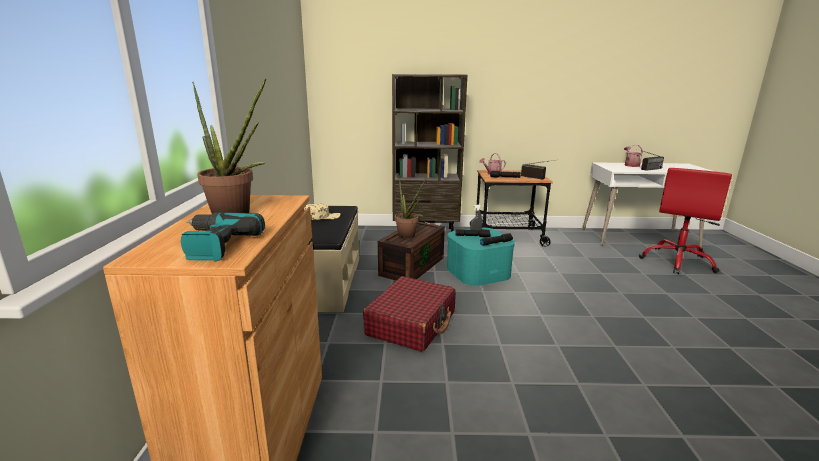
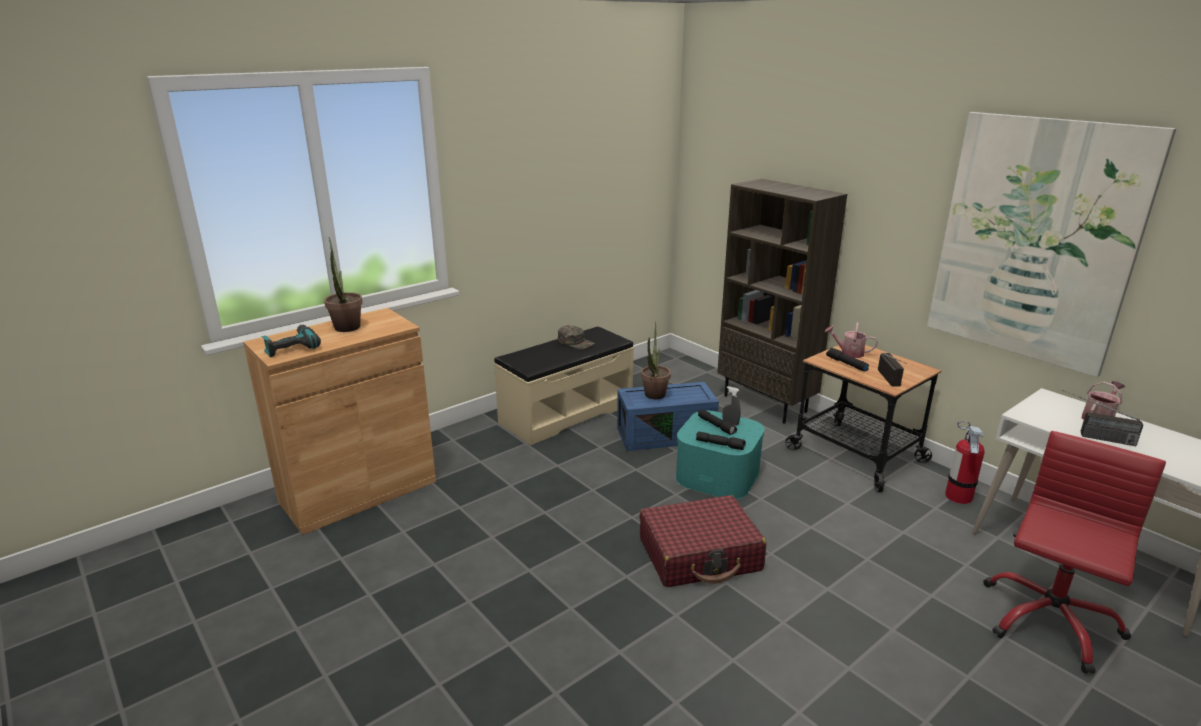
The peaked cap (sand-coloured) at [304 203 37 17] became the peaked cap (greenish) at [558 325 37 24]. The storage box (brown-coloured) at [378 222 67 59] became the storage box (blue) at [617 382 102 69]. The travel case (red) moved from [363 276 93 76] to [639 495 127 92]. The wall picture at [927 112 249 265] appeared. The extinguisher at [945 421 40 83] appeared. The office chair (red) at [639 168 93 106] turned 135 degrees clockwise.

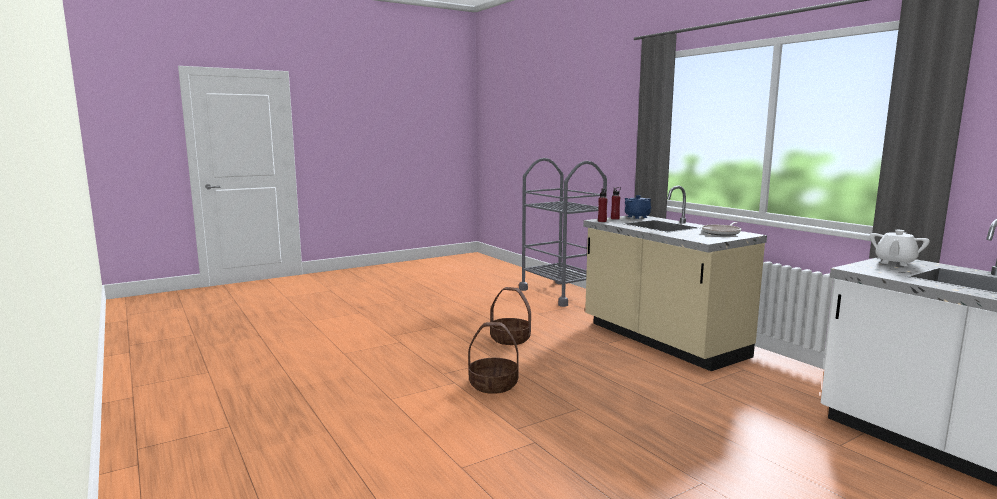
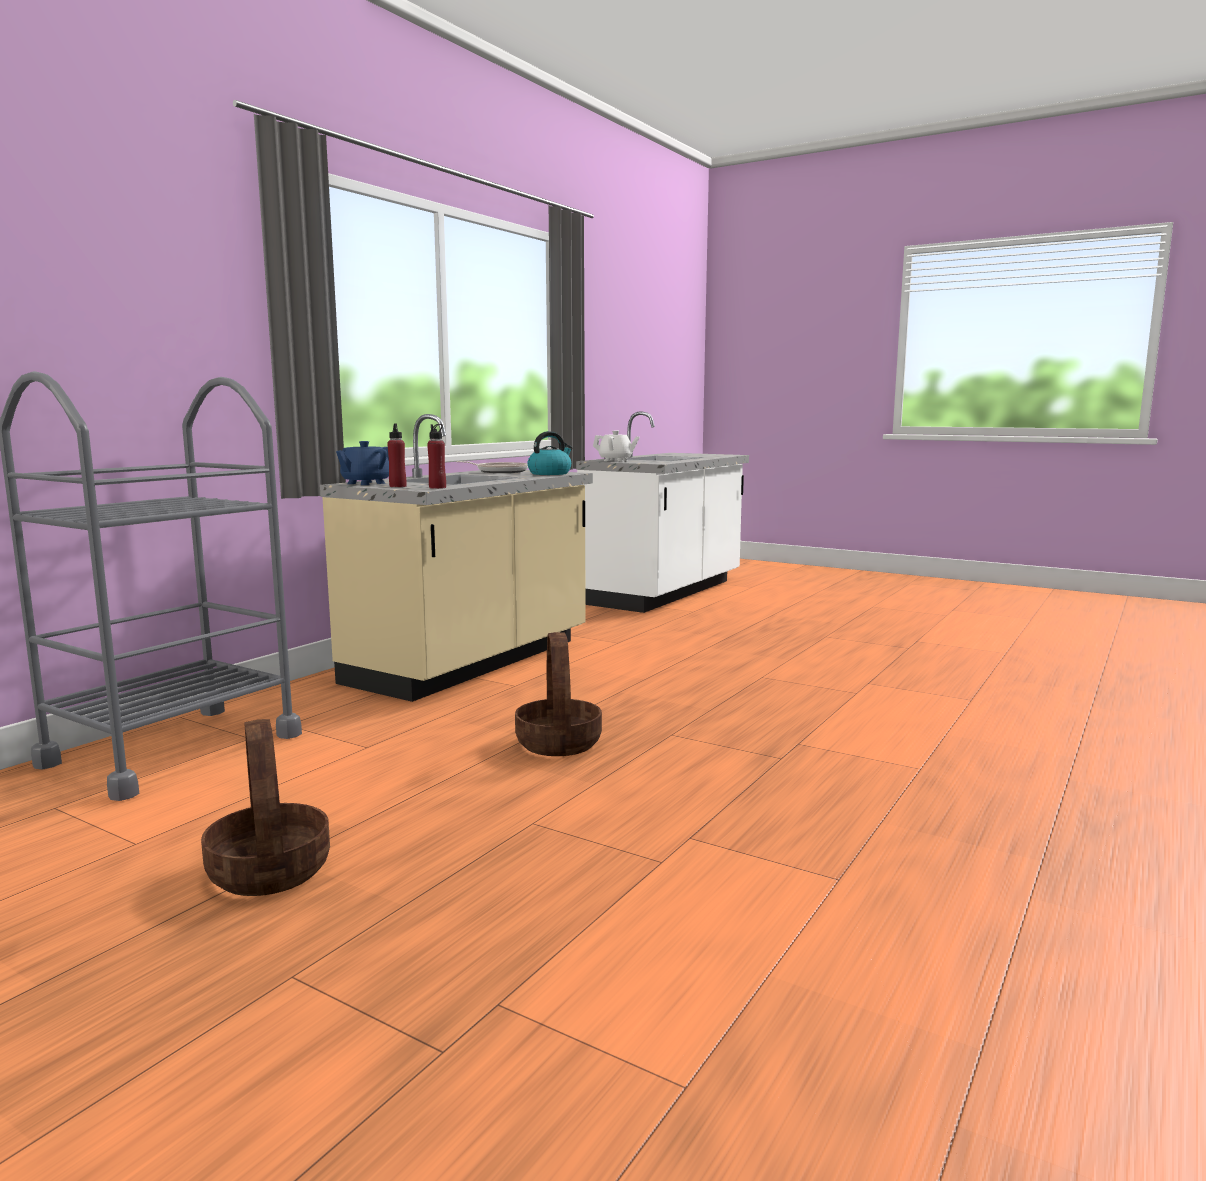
The household basket moved from [468 322 50 72] to [201 719 129 177]. The water kettle at [527 431 46 44] appeared.

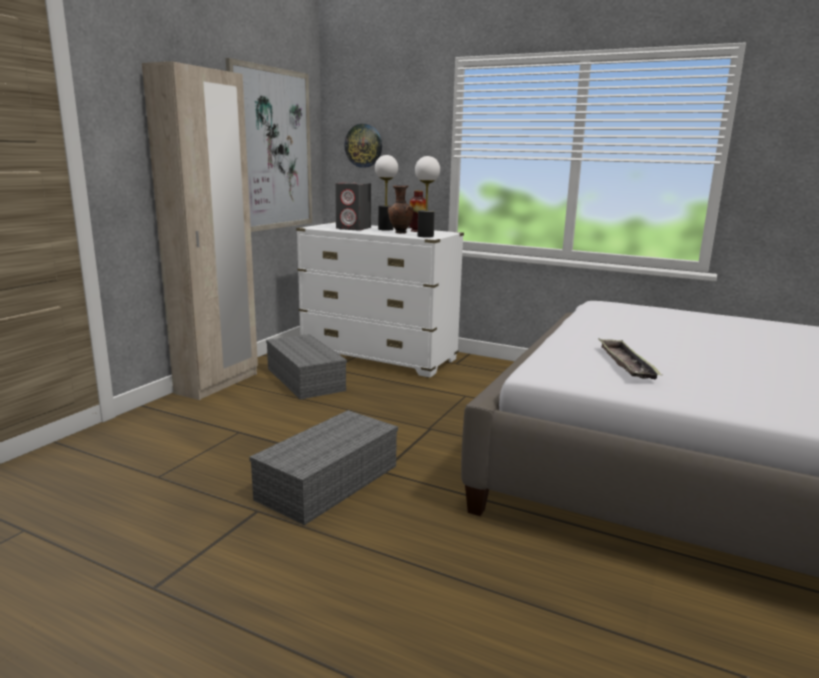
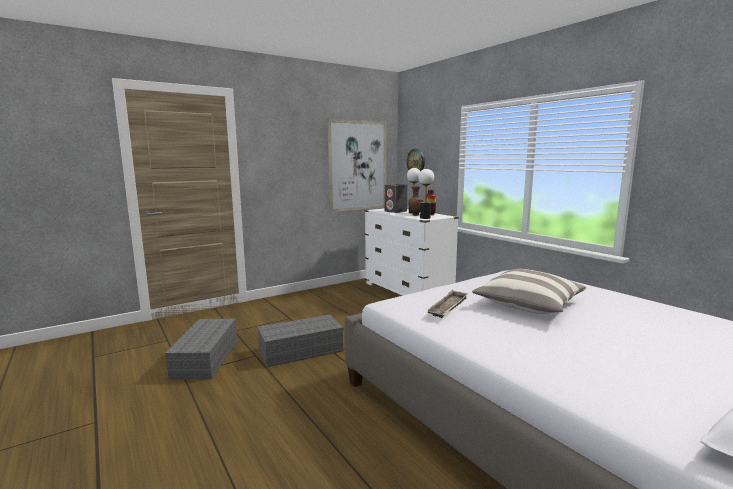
The storage box (grey) moved from [266 334 81 65] to [165 319 72 61]. The cushion at [472 269 115 45] appeared. The armoire (sand-coloured) at [142 61 116 339] disappeared.

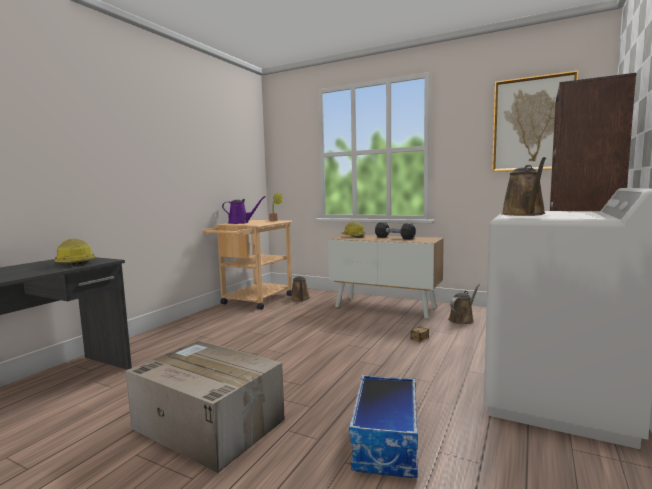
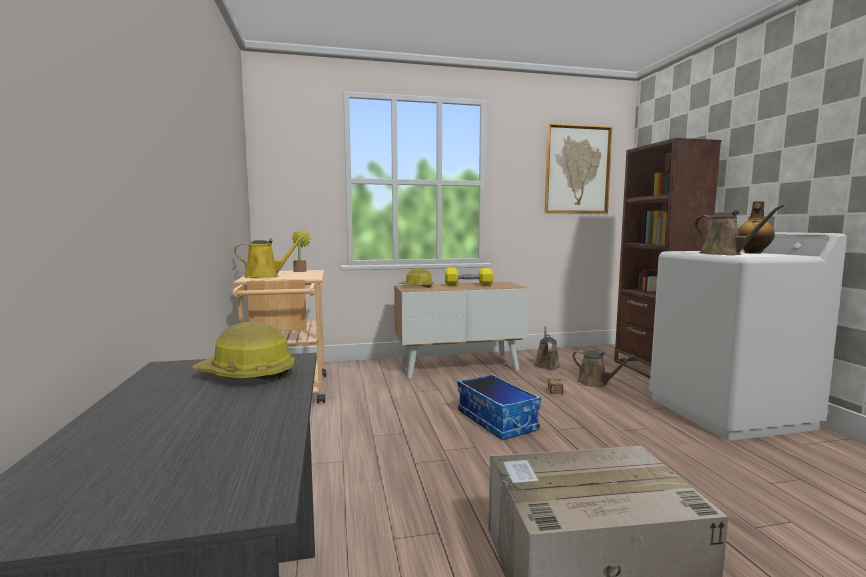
The sprinkling can (purple) at [222 196 44 28] became the sprinkling can (yellowish) at [234 235 71 43]. The dumbbell (black-coloured) at [375 222 41 18] became the dumbbell (yellowish) at [445 268 48 18]. The storage box moved from [349 375 69 103] to [457 374 84 66]. The sprinkling can (brown-coloured) moved from [291 276 19 25] to [572 350 64 37]. The bottle at [738 201 37 53] appeared.

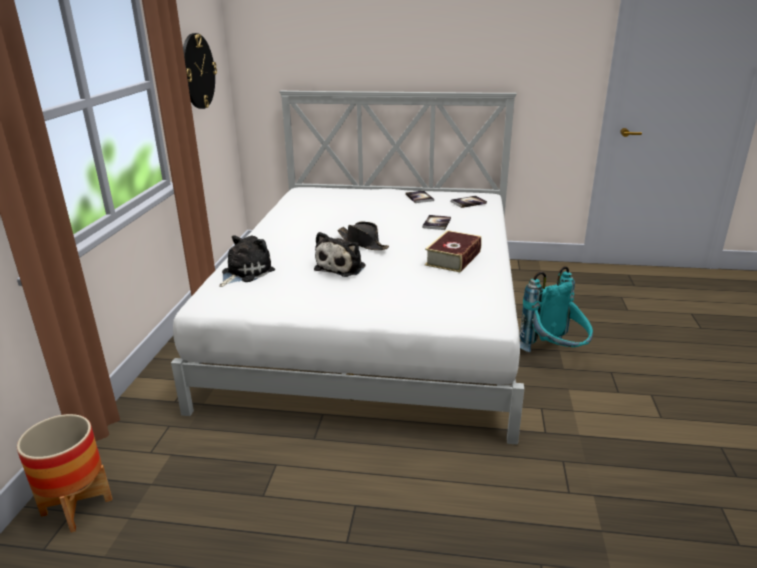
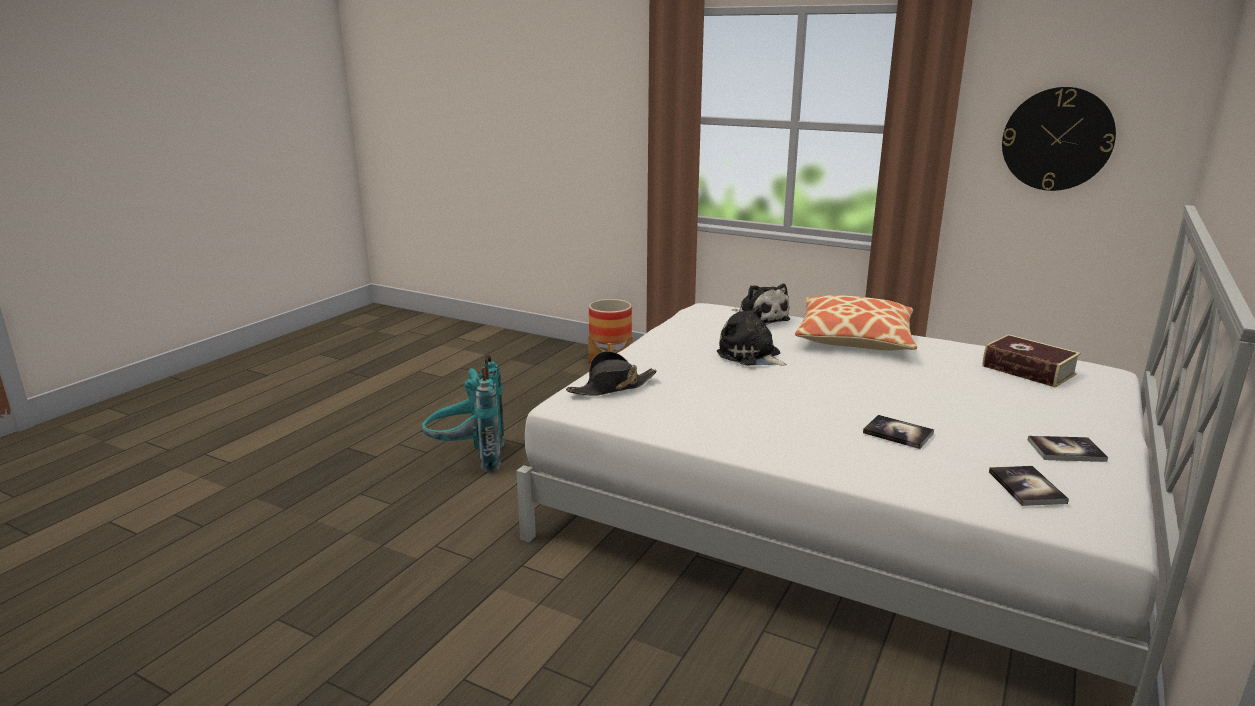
The rucksack (blue-green) moved from [520 266 73 86] to [421 355 84 118]. The clothing hat (black-coloured) moved from [337 221 52 29] to [566 351 91 45]. The cushion at [795 295 122 56] appeared. The volume moved from [425 230 57 42] to [982 334 99 54].

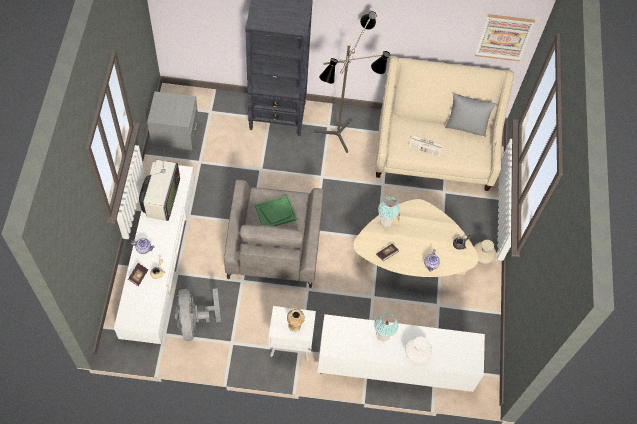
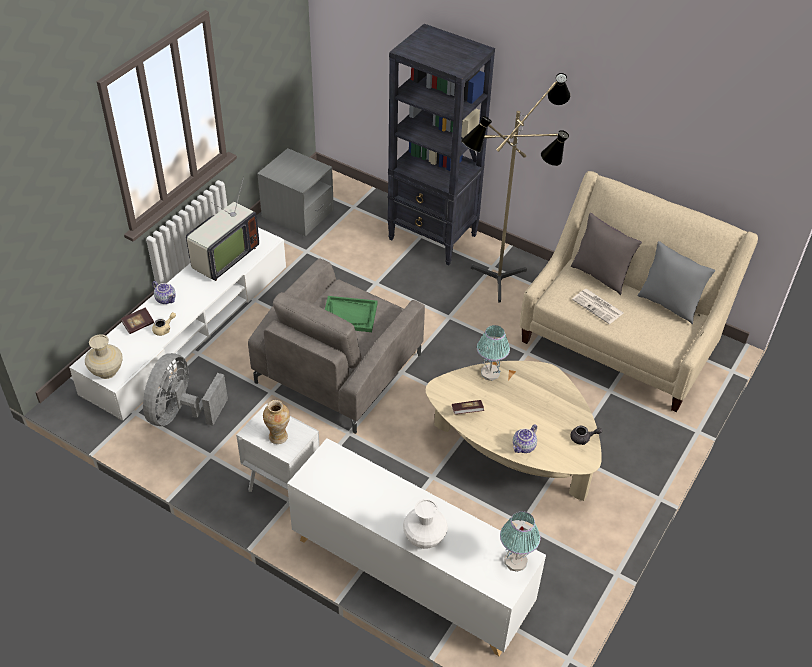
The vase (sand-coloured) moved from [474 240 22 24] to [85 334 38 45]. The tabletop lamp moved from [374 312 24 30] to [500 511 40 61]. The cushion (grey) at [571 213 71 82] appeared. The wall picture at [475 14 60 48] disappeared.

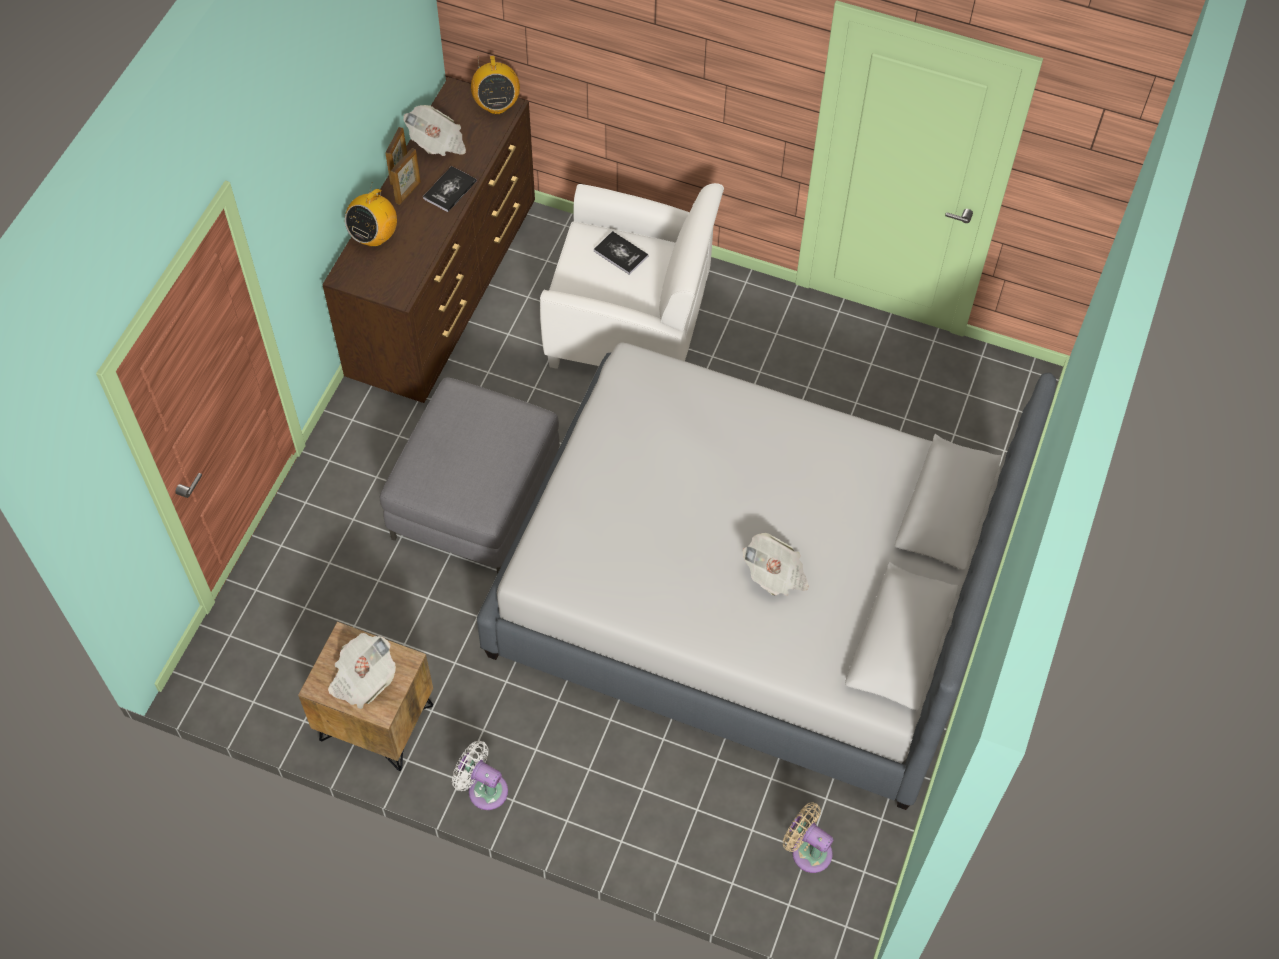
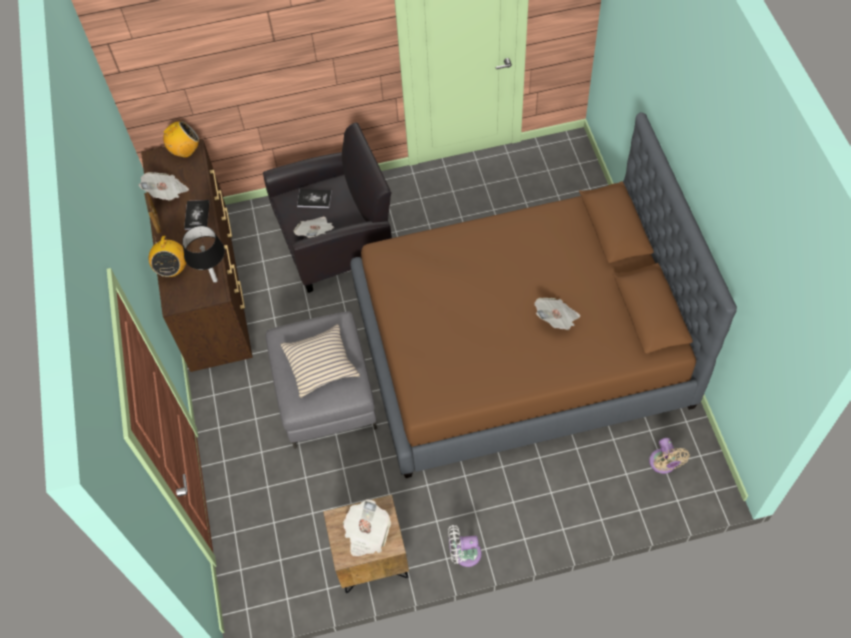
The radio at [471 56 49 58] turned 75 degrees counterclockwise. The tabletop lamp (black-coloured) at [182 226 43 57] appeared. The armchair (white-coloured) at [540 183 184 186] became the armchair (black-coloured) at [263 123 129 170]. The cushion (sand-coloured) at [280 324 80 74] appeared. The daily paper at [293 217 41 21] appeared. The bedroom bed (grey) at [477 343 579 467] became the bedroom bed (brown-coloured) at [350 112 387 366]. The cooling fan (sand-coloured) at [783 803 51 70] turned 105 degrees counterclockwise. The picture frame at [391 148 30 57] disappeared.

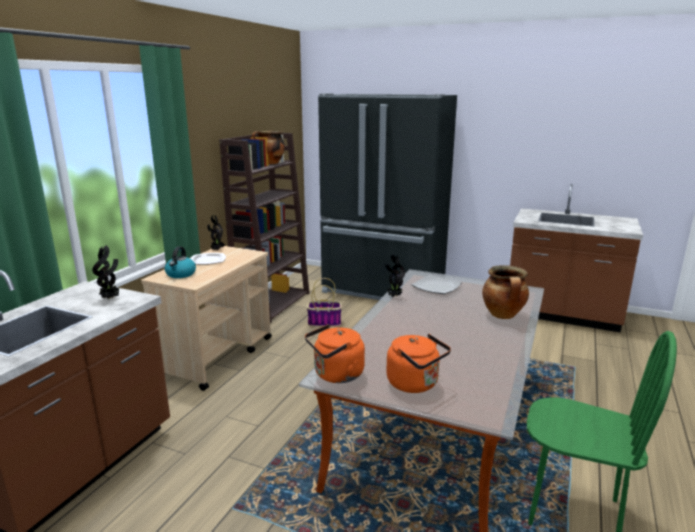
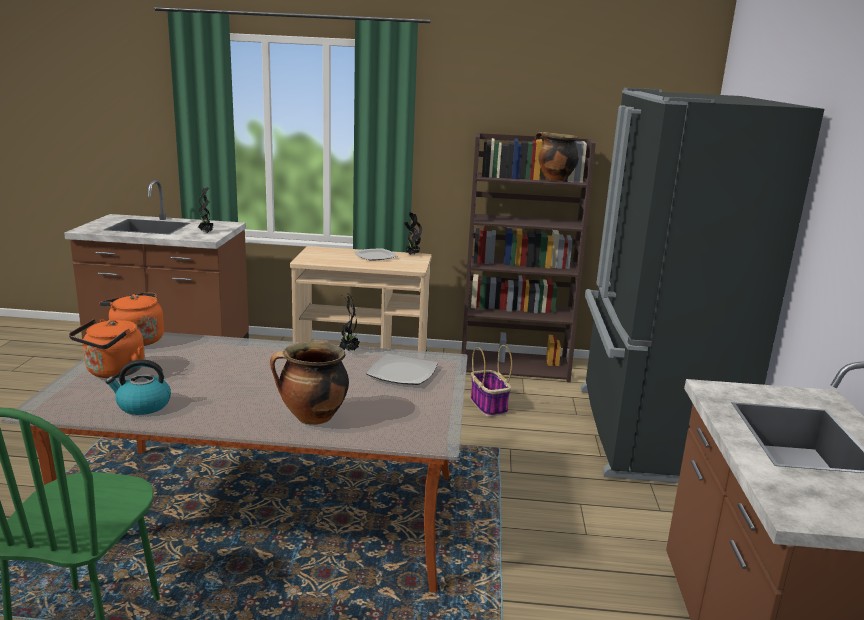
The water kettle moved from [165 246 31 32] to [105 359 66 56].

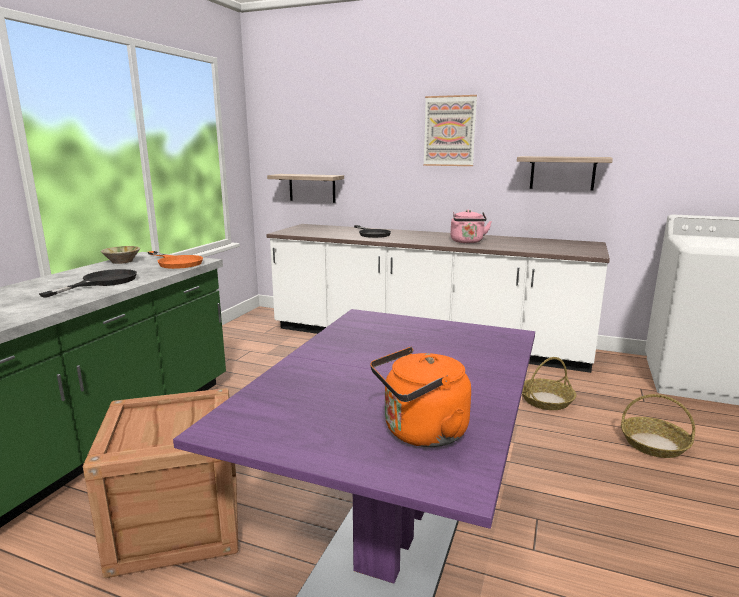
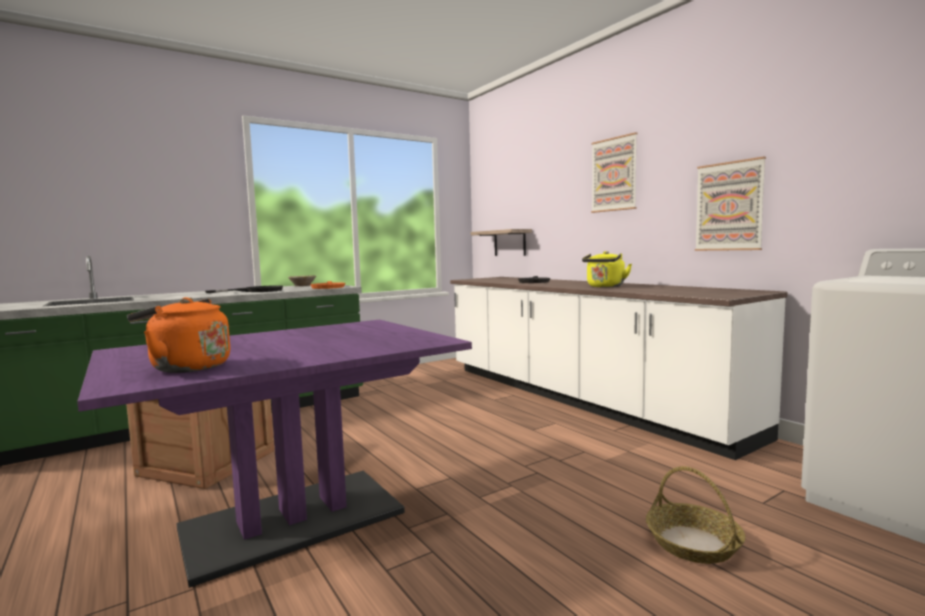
The water kettle (pink) at [451 209 41 34] became the water kettle (yellowish) at [582 251 50 36]. The shelf at [517 156 96 35] was replaced by the wall picture at [695 156 71 95]. The household basket at [522 357 54 53] disappeared.

